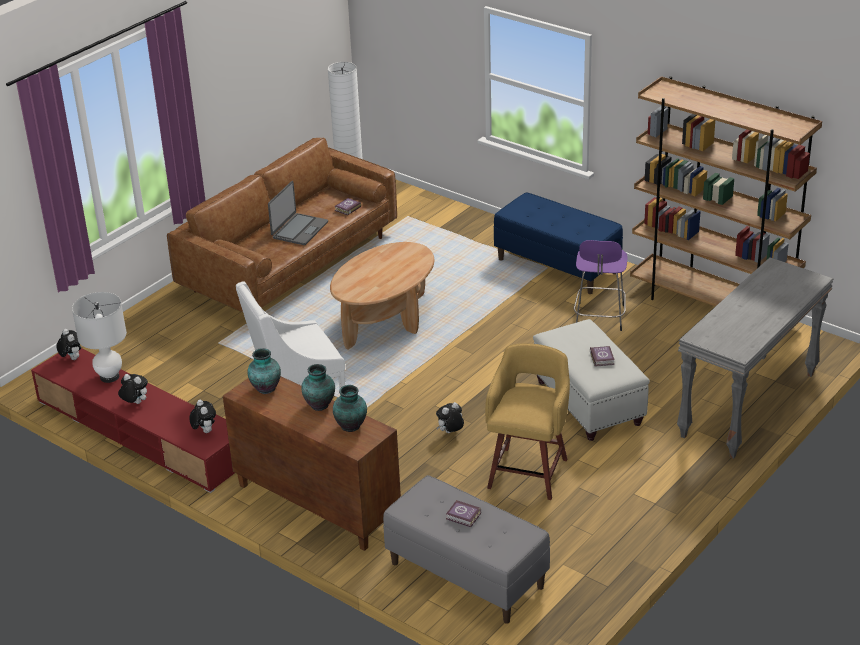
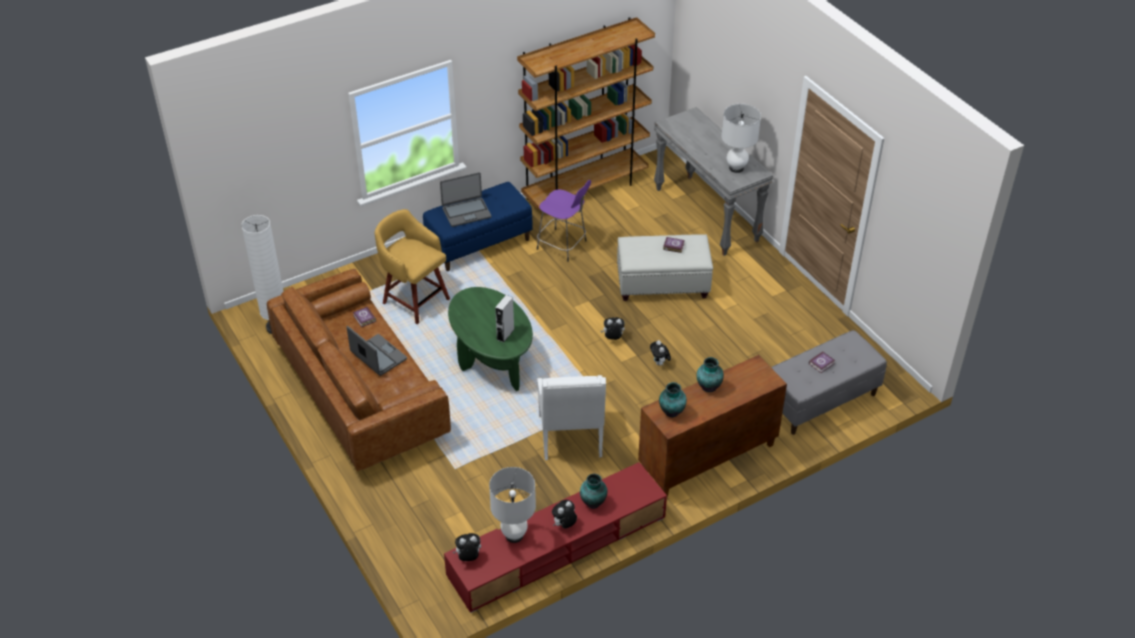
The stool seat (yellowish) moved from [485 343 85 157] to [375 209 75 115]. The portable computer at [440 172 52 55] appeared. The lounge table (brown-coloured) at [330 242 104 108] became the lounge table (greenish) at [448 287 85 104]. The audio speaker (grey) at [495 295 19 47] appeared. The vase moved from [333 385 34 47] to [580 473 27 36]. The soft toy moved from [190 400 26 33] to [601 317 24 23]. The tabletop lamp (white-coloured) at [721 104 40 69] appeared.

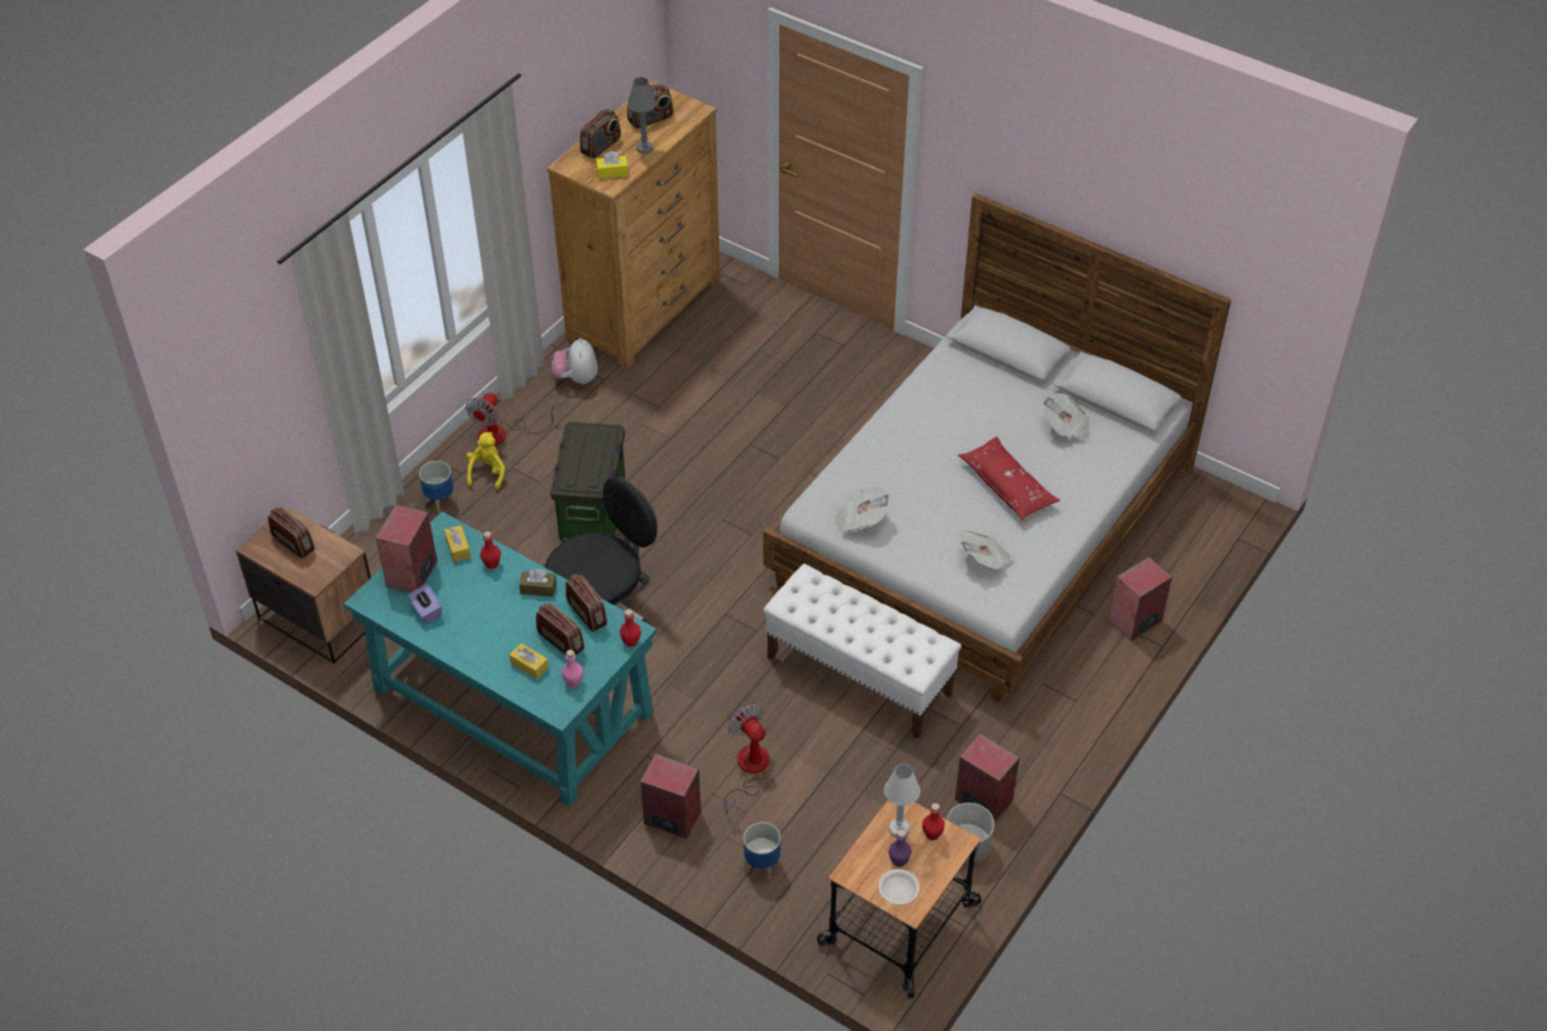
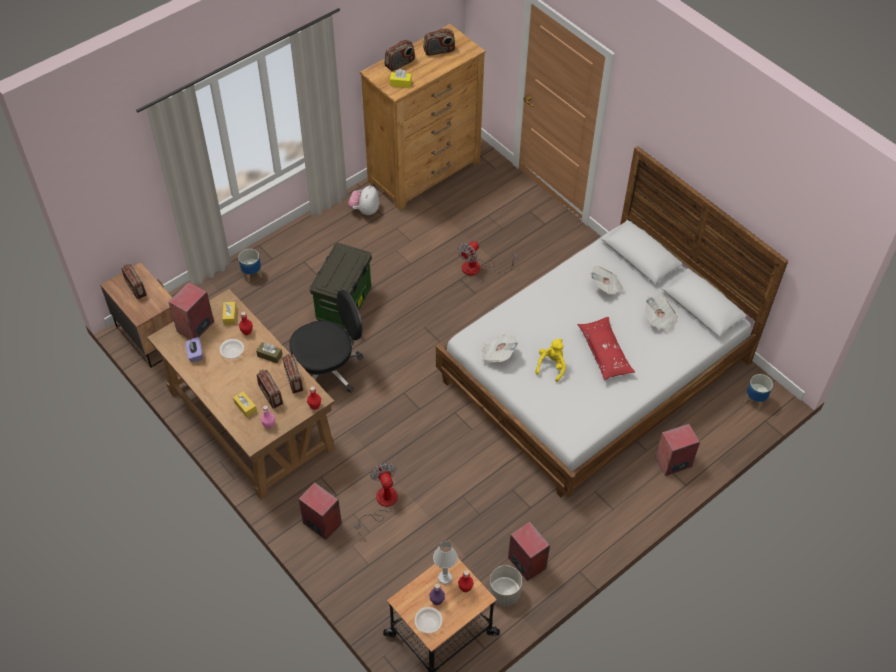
The desk (blue-green) at [344 511 313 296] became the desk (brown-coloured) at [147 289 188 210]. The bowl at [220 339 24 20] appeared. The cooling fan moved from [466 393 91 53] to [457 241 61 34]. The soft toy (yellowish) moved from [466 432 39 58] to [535 339 31 43]. The daily paper moved from [959 530 56 40] to [590 266 35 29]. The flower pot moved from [744 822 37 57] to [745 374 28 35]. The tabletop lamp (grey) at [628 77 29 77] disappeared. The long seat (white-coloured) at [763 564 198 175] disappeared.

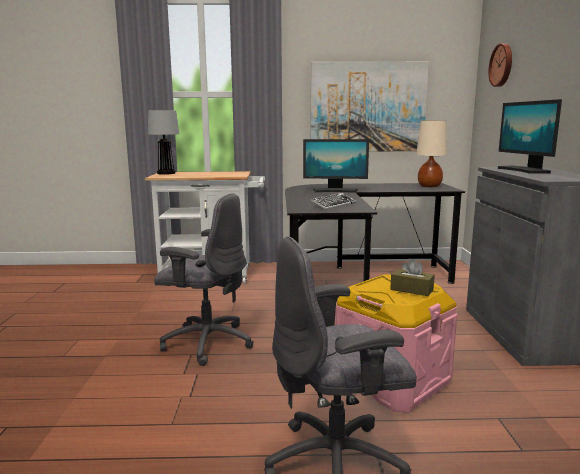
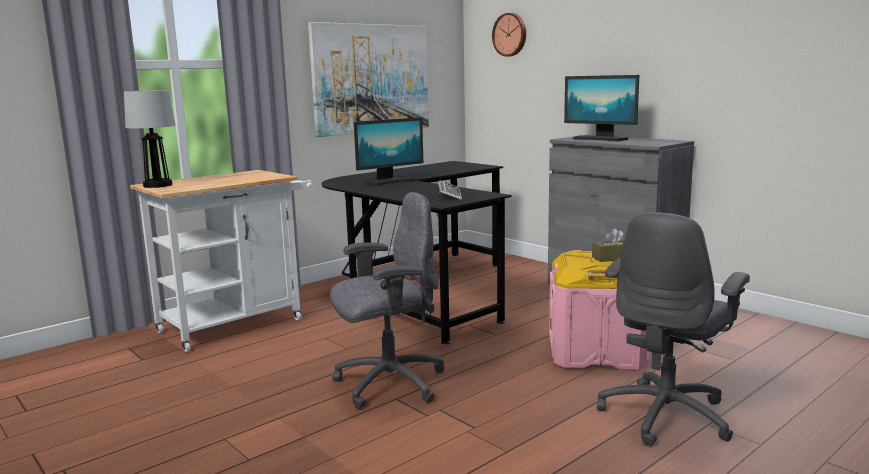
The tabletop lamp (sand-coloured) at [416 120 31 67] disappeared.

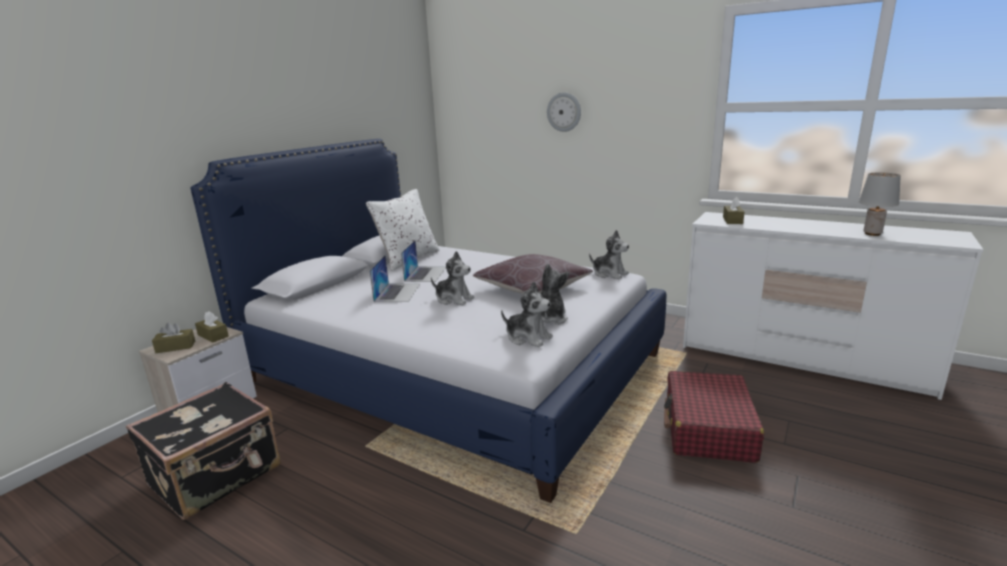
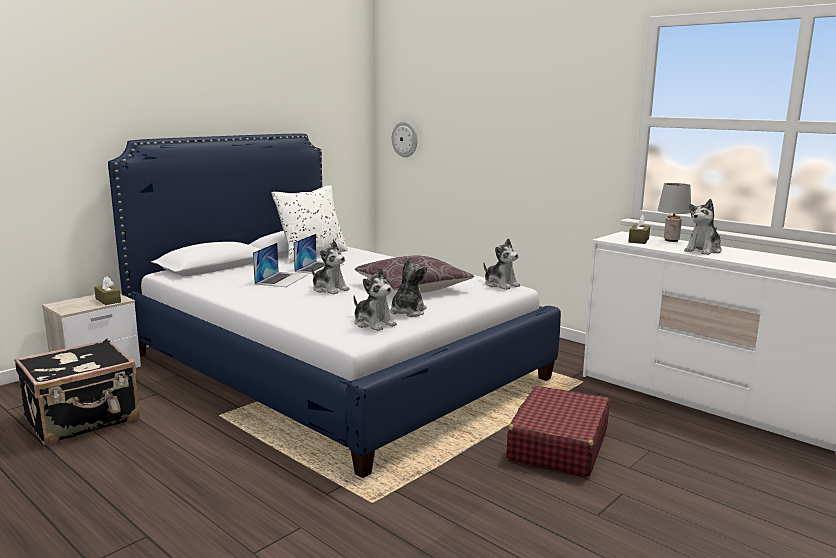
The wall clock moved from [547 92 34 40] to [392 121 25 36]. The tabletop lamp (grey) moved from [859 172 42 64] to [658 183 33 59]. The soft toy at [684 199 38 56] appeared. The box of tissues (brown-coloured) at [152 322 43 31] disappeared.

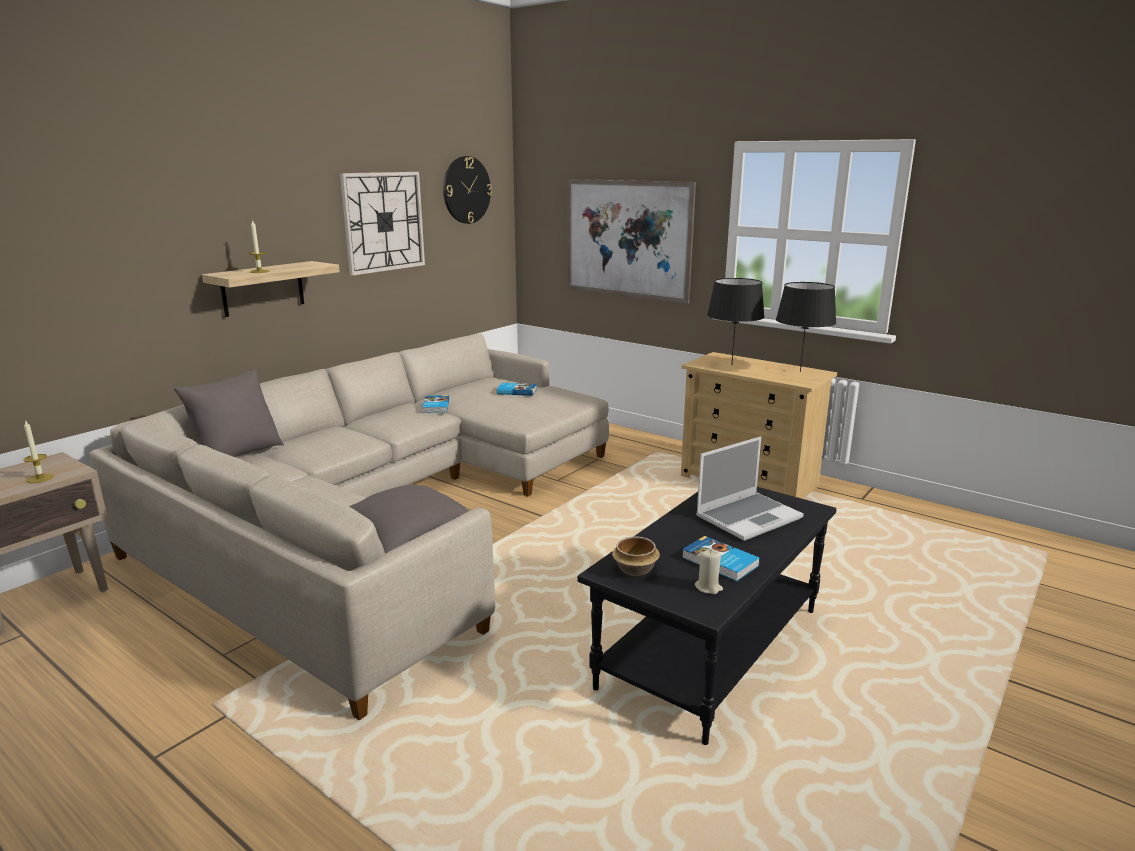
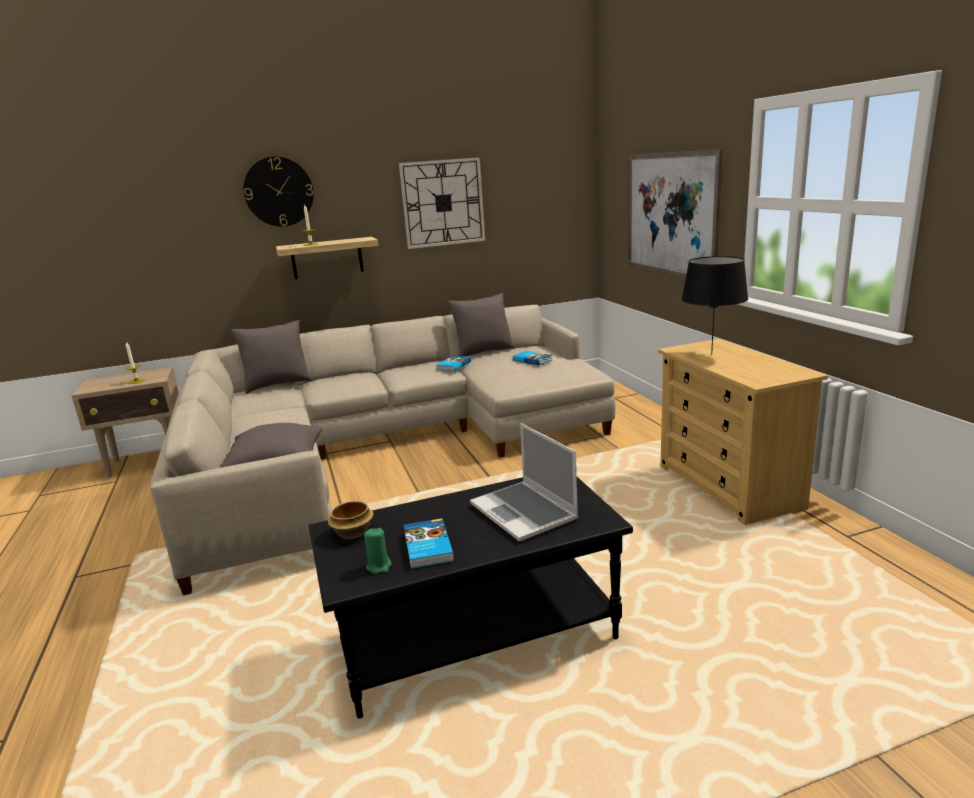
The wall clock moved from [443 156 49 68] to [244 157 70 70]. The wax light (sand-coloured) at [695 549 28 45] became the wax light (greenish) at [364 528 28 46]. The cushion (grey) at [447 293 68 64] appeared. The portable computer at [696 437 108 104] turned 60 degrees clockwise. The tabletop lamp (black-coloured) at [776 282 60 90] disappeared.

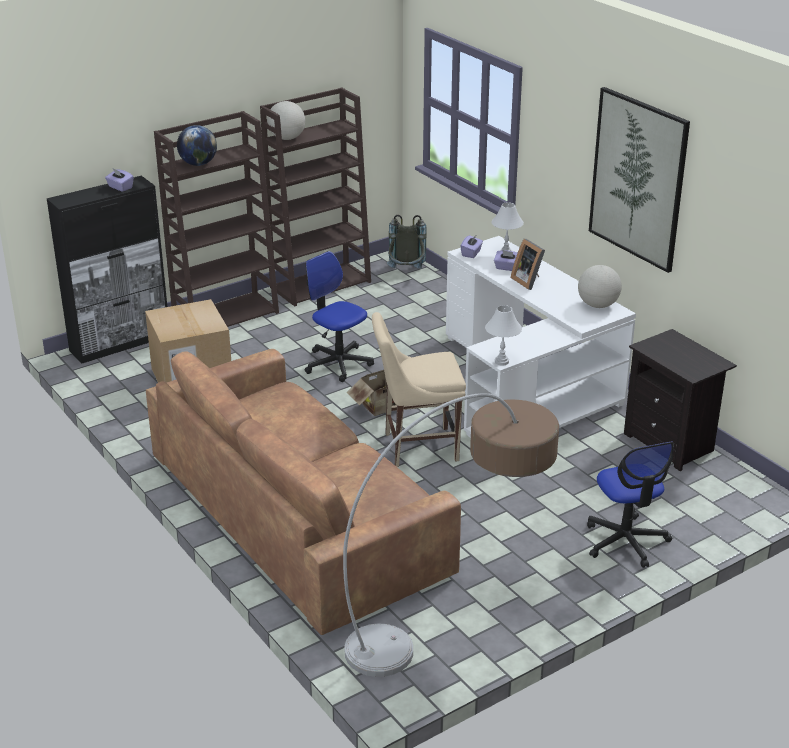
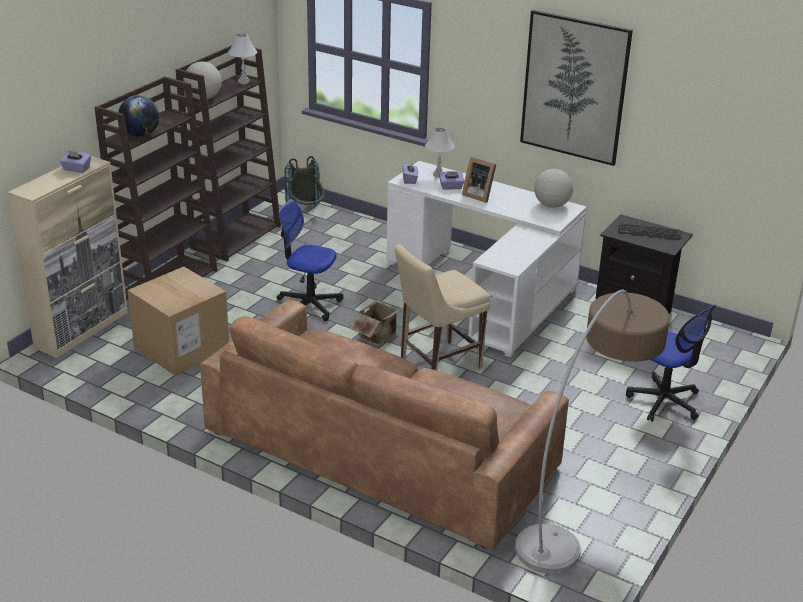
The storage cabinet (black-coloured) at [47 176 120 188] became the storage cabinet (sand-coloured) at [8 156 120 202]. The tabletop lamp (white-coloured) moved from [485 305 37 61] to [228 34 29 50]. The PC keyboard at [618 223 63 16] appeared.

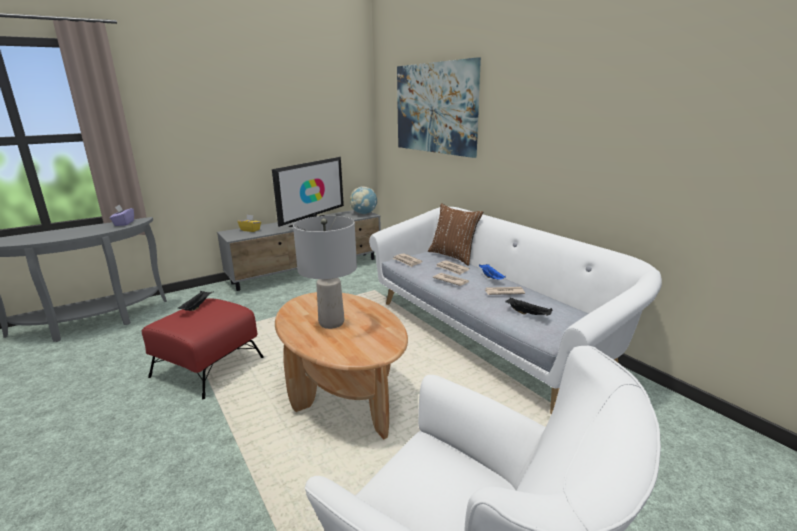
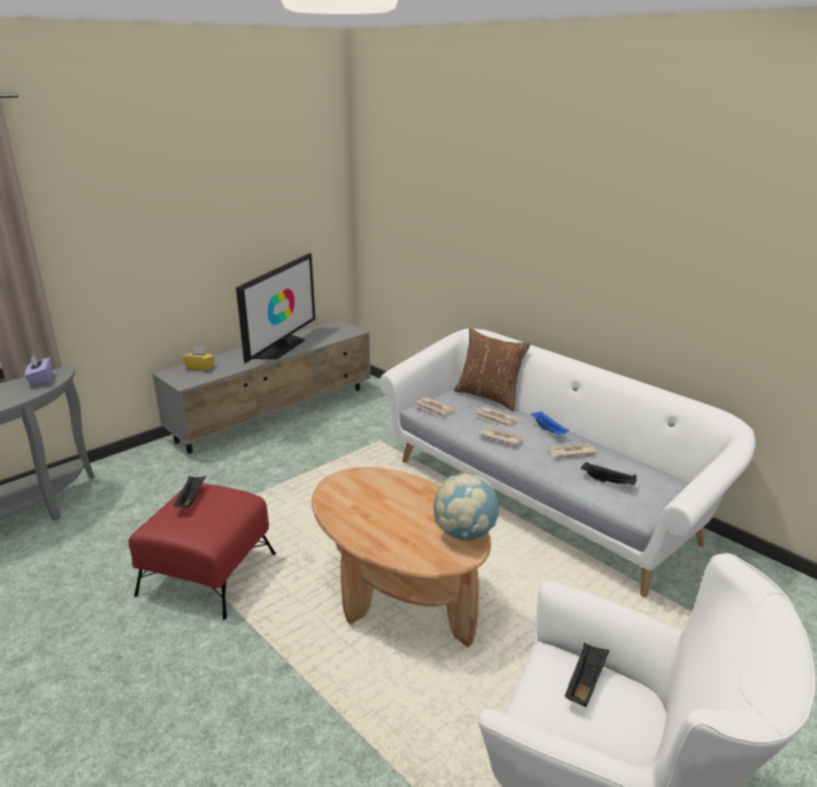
The world globe moved from [350 186 28 29] to [434 474 66 66]. The serving tray (black-coloured) at [565 643 44 64] appeared. The tabletop lamp (grey) at [293 216 64 113] disappeared. The wall picture at [397 57 84 101] disappeared.

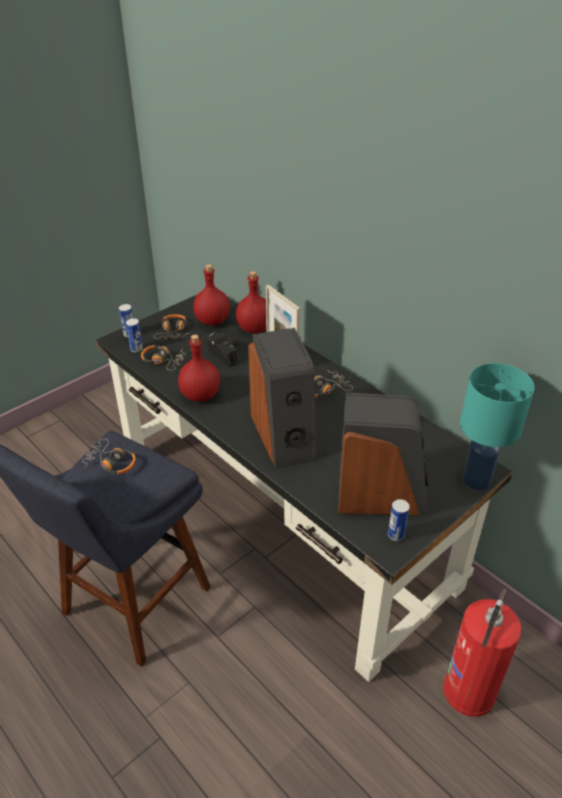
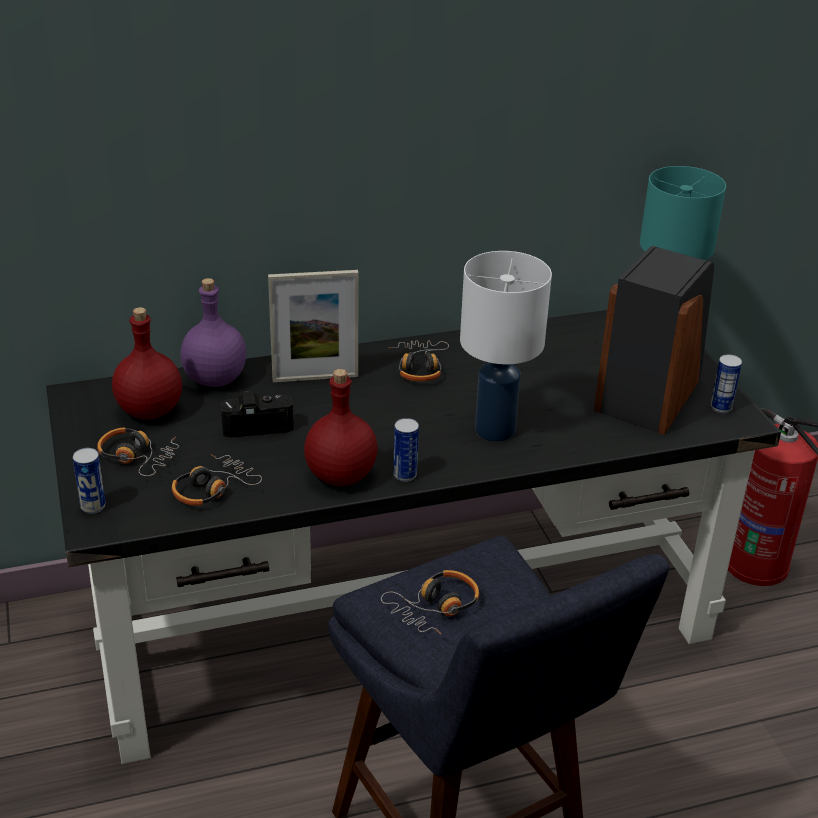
The bottle (red) at [236 271 30 62] became the bottle (purple) at [180 278 66 109]. The can moved from [126 318 17 35] to [393 418 26 64]. The audio speaker at [248 328 69 141] was replaced by the tabletop lamp (white-coloured) at [460 251 92 191].

